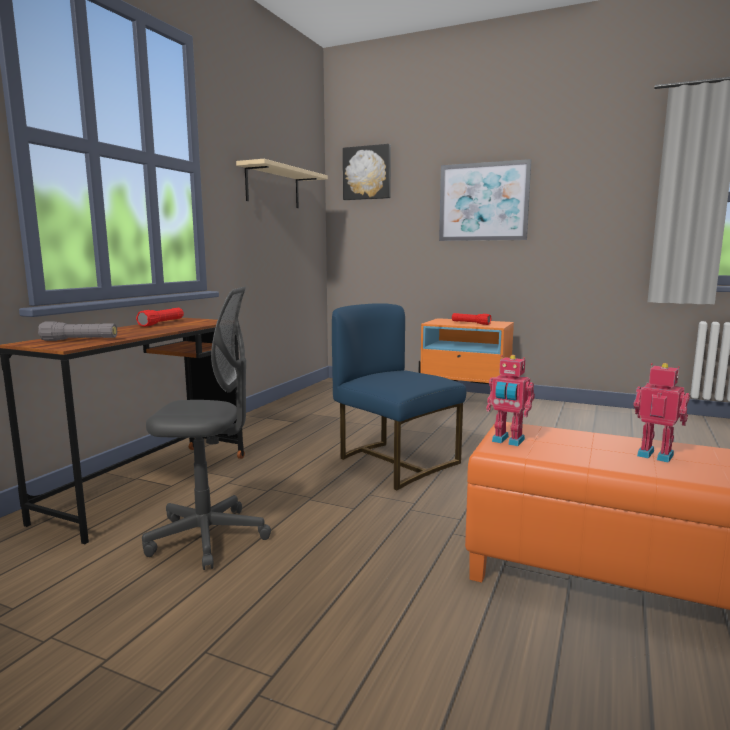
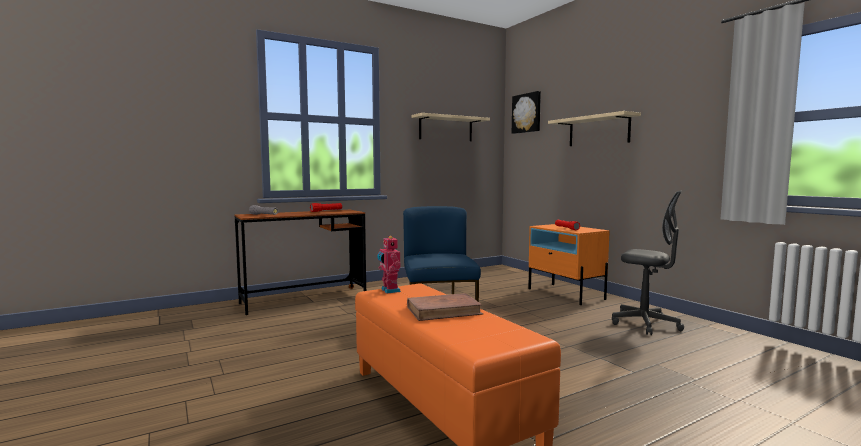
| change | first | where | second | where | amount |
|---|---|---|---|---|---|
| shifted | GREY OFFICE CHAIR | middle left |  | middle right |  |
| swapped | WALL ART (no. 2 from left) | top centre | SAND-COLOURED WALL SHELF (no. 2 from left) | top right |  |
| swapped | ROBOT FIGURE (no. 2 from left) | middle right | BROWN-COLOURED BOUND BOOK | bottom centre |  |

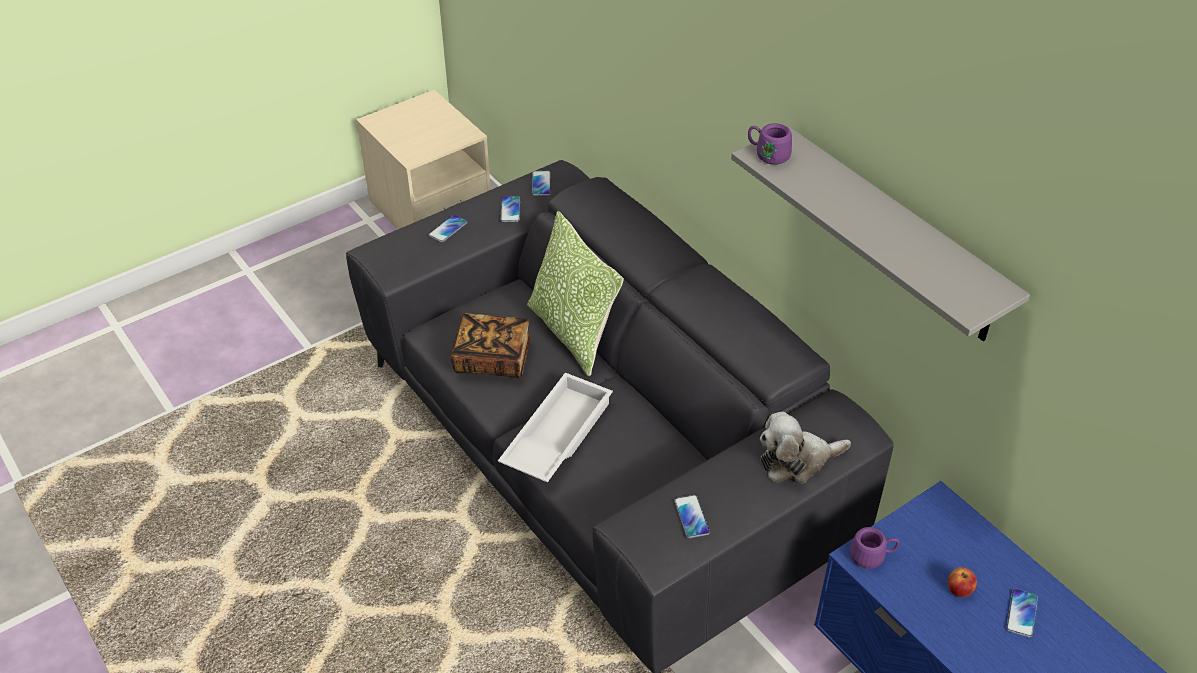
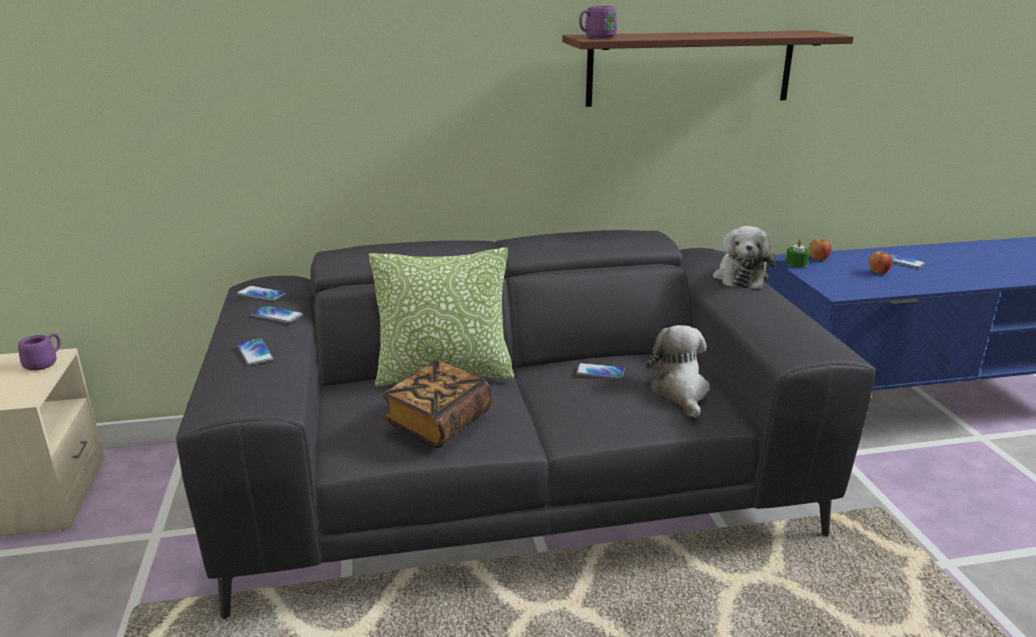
| change | first | where | second | where | amount |
|---|---|---|---|---|---|
| gone | WHITE SERVING TRAY | centre |  |  |  |
| shifted | PHONE (no. 4 from left) | bottom centre |  | centre |  |
| repainted | GREY WALL SHELF | middle right | BROWN-COLOURED WALL SHELF | top right |  |
| shifted | PURPLISH COFFEE MUG (no. 2 from left in the first image) | bottom right | PURPLISH COFFEE MUG (no. 1 from left) | middle left |  |
| new |  |  | CUDDLY TOY (no. 1 from left) | centre |  |
| new |  |  | GREEN CANDLE | middle right |  |
| new |  |  | APPLE FRUIT (no. 1 from left) | middle right |  |

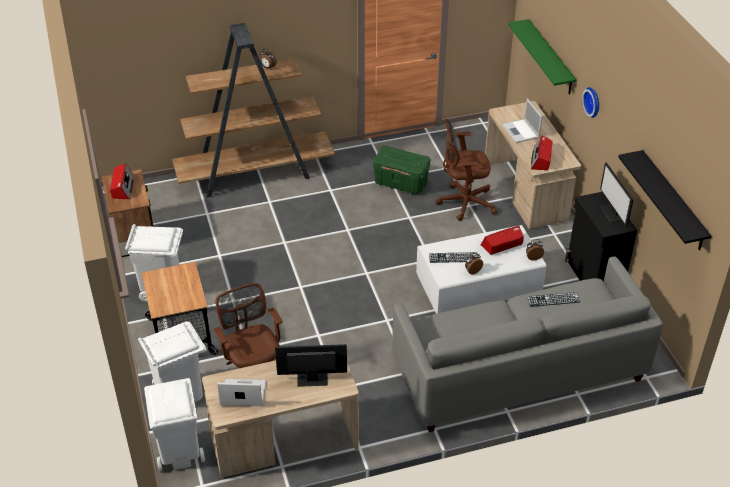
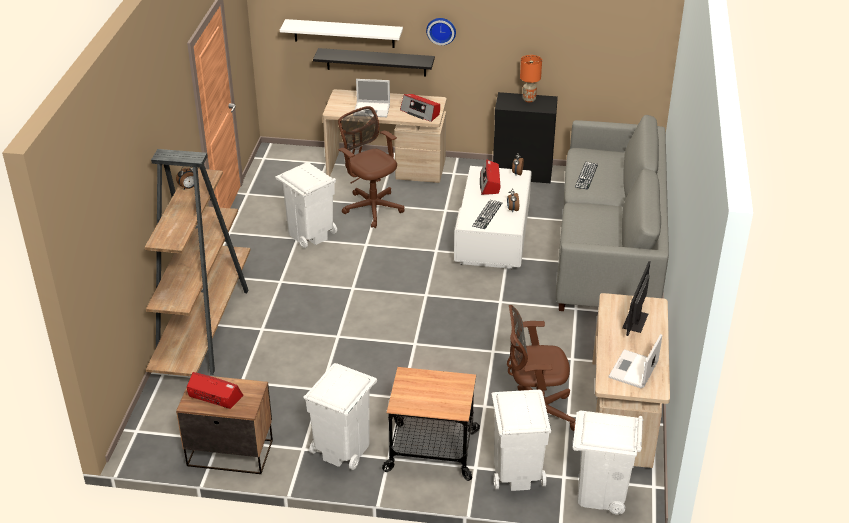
| change | first | where | second | where | amount |
|---|---|---|---|---|---|
| swapped | GREEN STORAGE CONTAINER | centre | WHITE TRASH CAN (no. 1 from left) | centre |  |
| rotated | BROWN-COLOURED OFFICE CHAIR (no. 2 from left in the first image) | centre | BROWN-COLOURED OFFICE CHAIR (no. 1 from left) | top centre | 120 degrees clockwise |
| repainted | GREEN WALL SHELF | top right | WHITE WALL SHELF | top centre |  |
| swapped | COMPUTER SCREEN (no. 2 from left) | middle right | ORANGE LAMP FOR A TABLE | top centre |  |
| shifted | BLACKISH WALL SHELF | middle right |  | top centre |  |

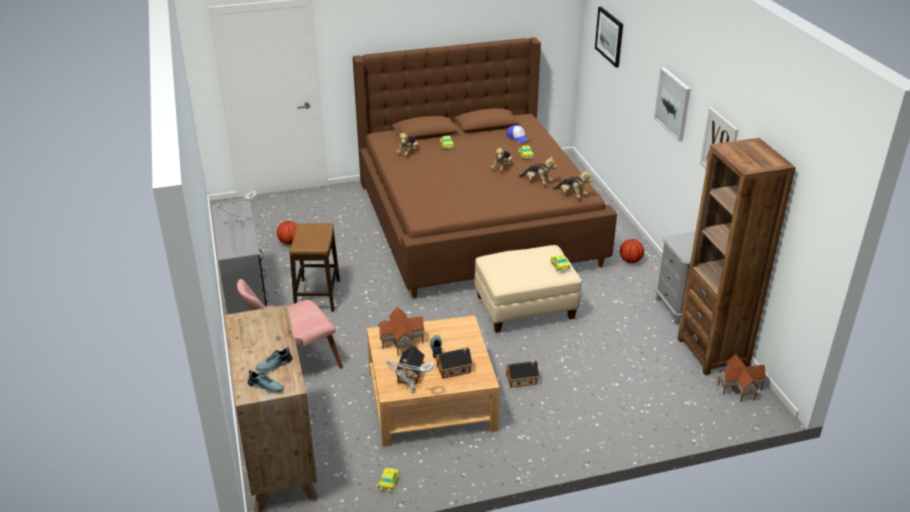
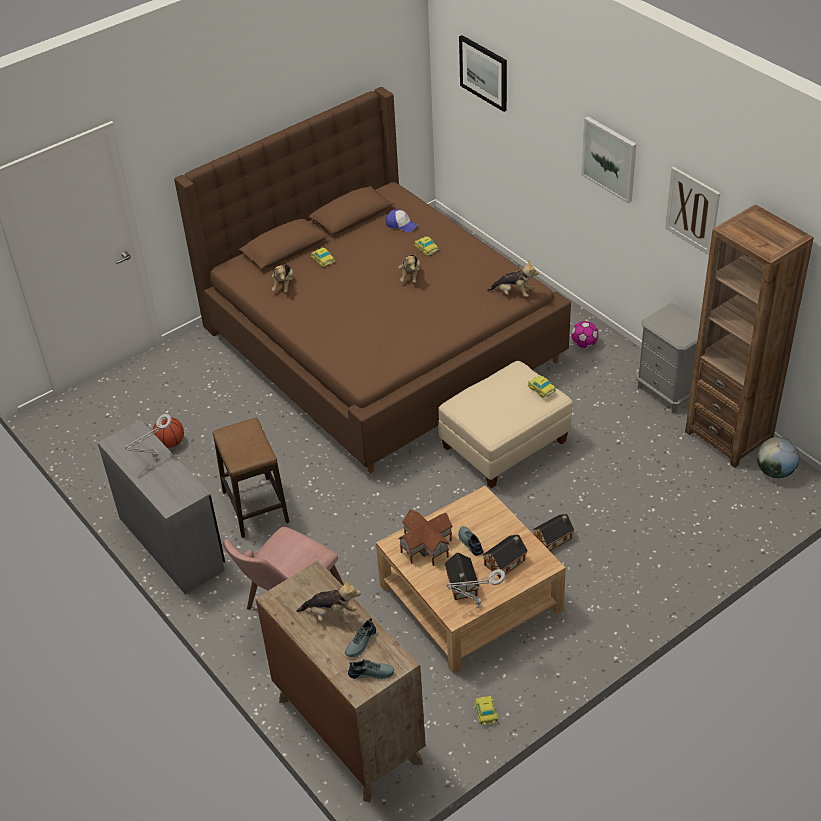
| change | first | where | second | where | amount |
|---|---|---|---|---|---|
| shifted | CUDDLY TOY (no. 3 from left in the first image) | top centre | CUDDLY TOY (no. 2 from left) | bottom centre |  |
| swapped | BALL FOR BASKETBALL (no. 2 from left) | middle right | FOOTBALL | middle right |  |
| swapped | TOY HOUSE (no. 5 from left) | bottom right | DESK GLOBE | middle right |  |

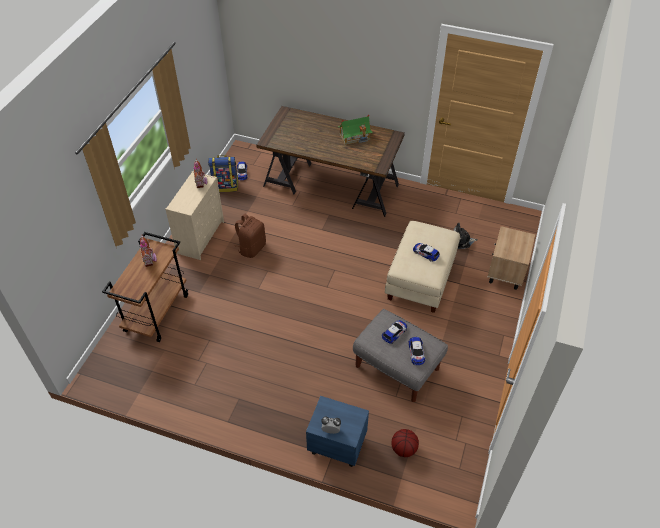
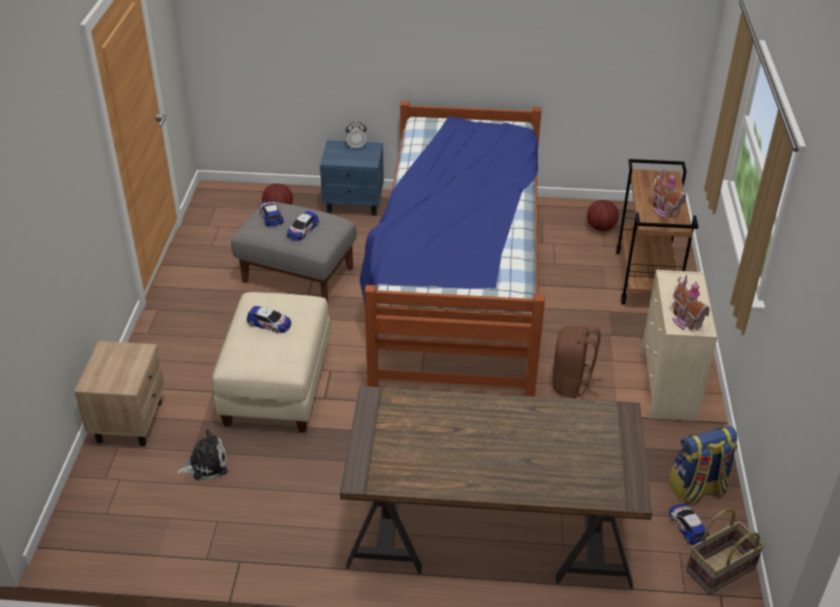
| change | first | where | second | where | amount |
|---|---|---|---|---|---|
| gone | TOY HOUSE (no. 3 from left) | top centre |  |  |  |
| new |  |  | BEDROOM BED | centre |  |
| new |  |  | BALL FOR BASKETBALL (no. 2 from left) | middle right |  |
| new |  |  | BASKET | bottom right |  |

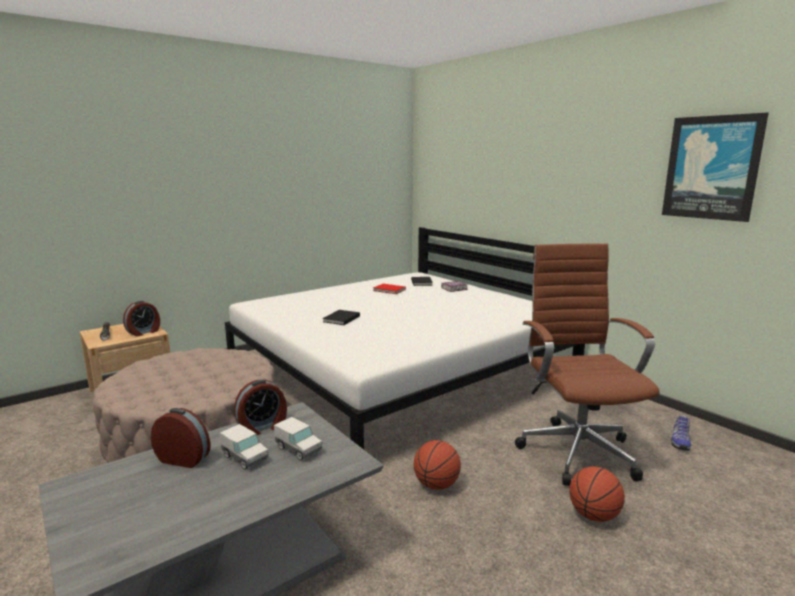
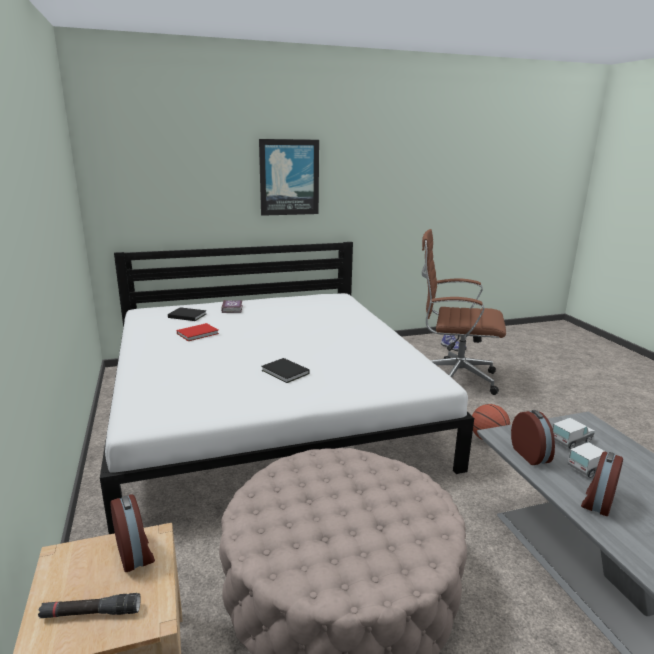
| change | first | where | second | where | amount |
|---|---|---|---|---|---|
| gone | BALL FOR BASKETBALL (no. 2 from left) | bottom right |  |  |  |
| shifted | WALL ART | top right |  | top centre |  |

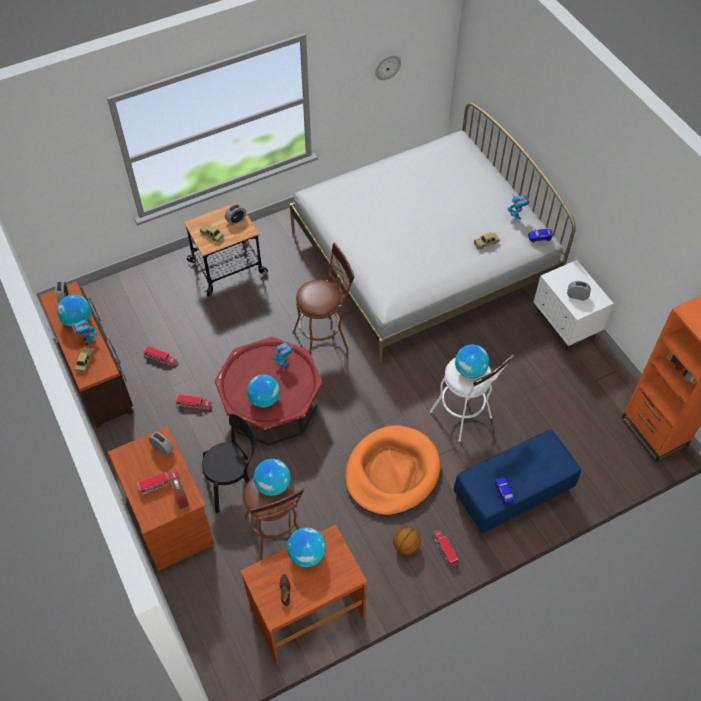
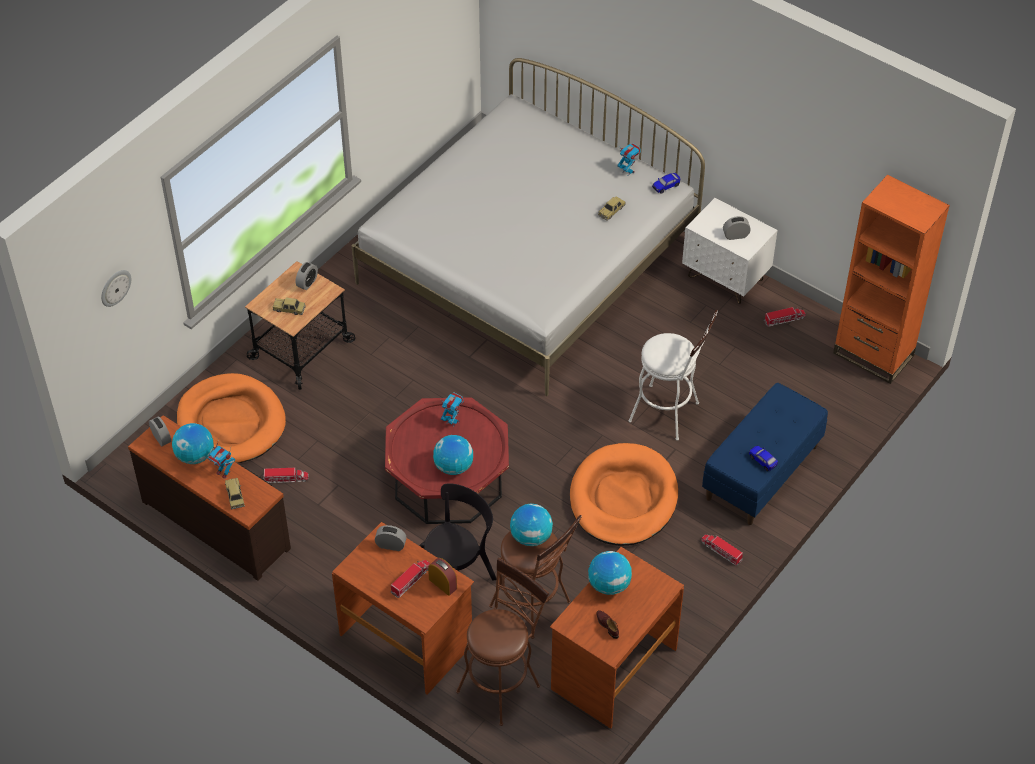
| change | first | where | second | where | amount |
|---|---|---|---|---|---|
| shifted | MODEL TRUCK (no. 3 from left in the first image) | middle left | MODEL TRUCK (no. 4 from left) | middle right |  |
| shifted | BROWN-COLOURED SITTING STOOL (no. 2 from left in the first image) | centre | BROWN-COLOURED SITTING STOOL (no. 1 from left) | bottom centre |  |
| shifted | HANGING CLOCK | top centre |  | middle left |  |
| gone | BALL FOR BASKETBALL | bottom centre |  |  |  |
| gone | DESK GLOBE (no. 5 from left) | middle right |  |  |  |
| new |  |  | ORANGE DOG CUSHION (no. 1 from left) | middle left |  |

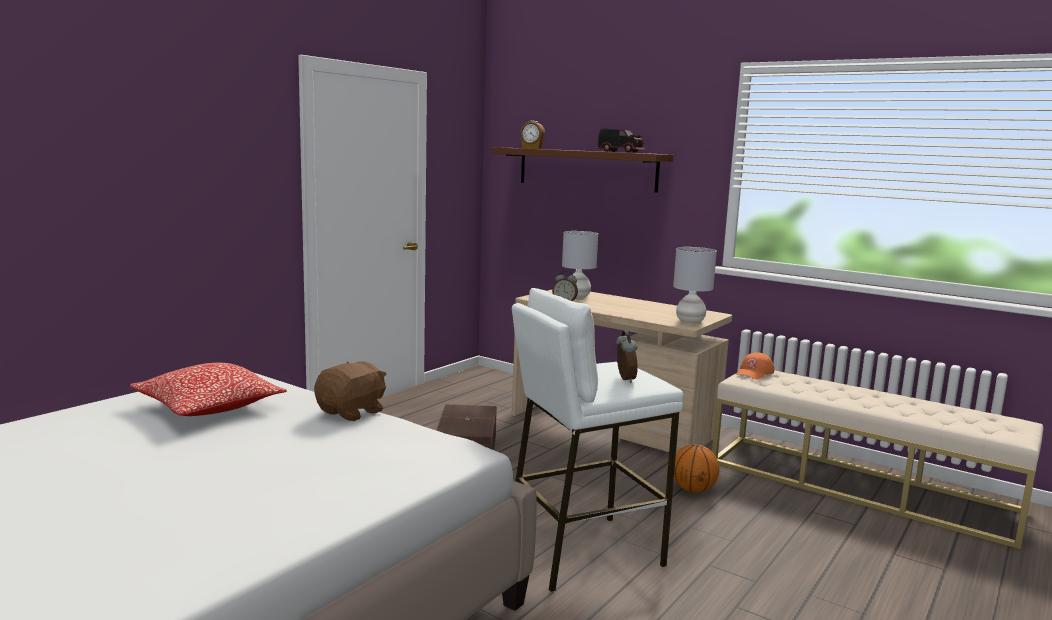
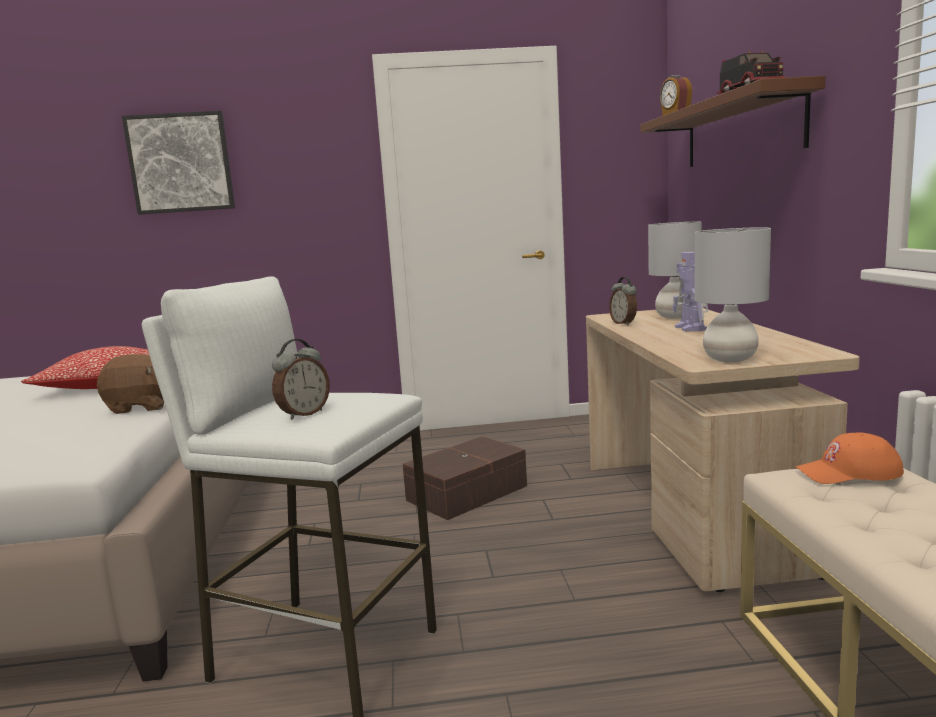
| change | first | where | second | where | amount |
|---|---|---|---|---|---|
| gone | BALL FOR BASKETBALL | bottom centre |  |  |  |
| new |  |  | WALL ART | top left |  |
| new |  |  | ROBOT FIGURE | middle right |  |

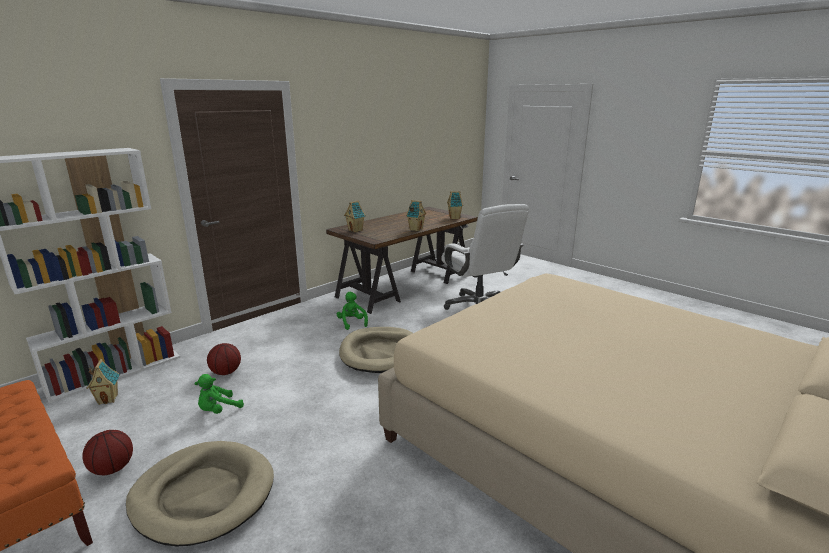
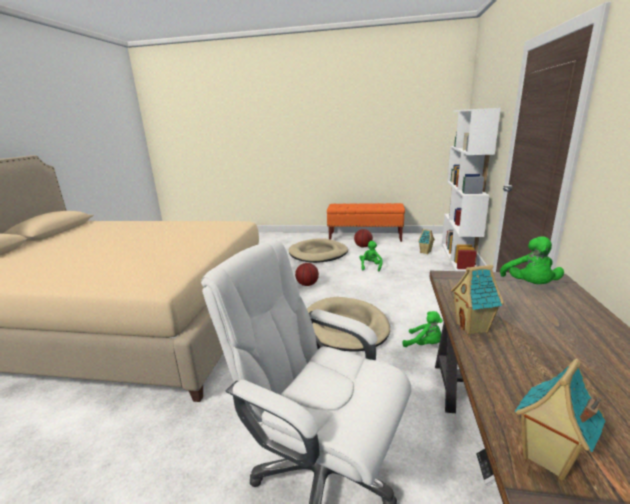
| change | first | where | second | where | amount |
|---|---|---|---|---|---|
| shifted | BALL FOR BASKETBALL (no. 2 from left in the first image) | middle left | BALL FOR BASKETBALL (no. 1 from left) | centre |  |
| swapped | TOY HOUSE (no. 2 from left) | centre | GREEN CUDDLY TOY (no. 3 from left) | middle right |  |

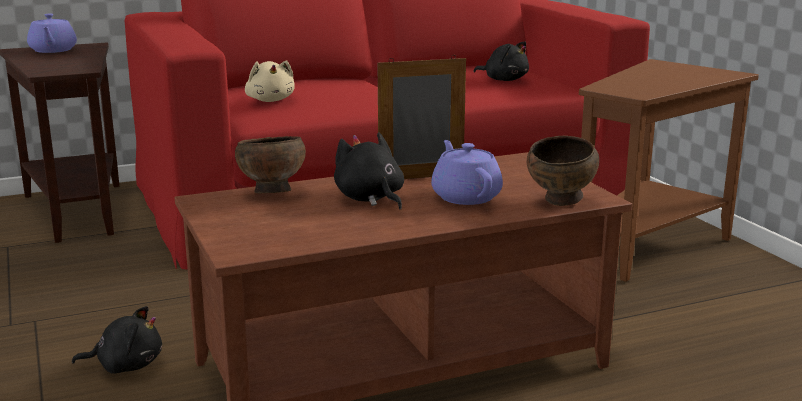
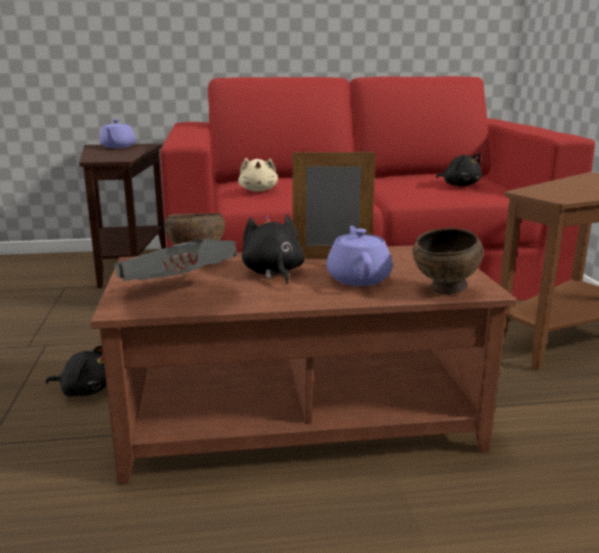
| change | first | where | second | where | amount |
|---|---|---|---|---|---|
| new |  |  | PRINTED PAPER | middle left |  |

